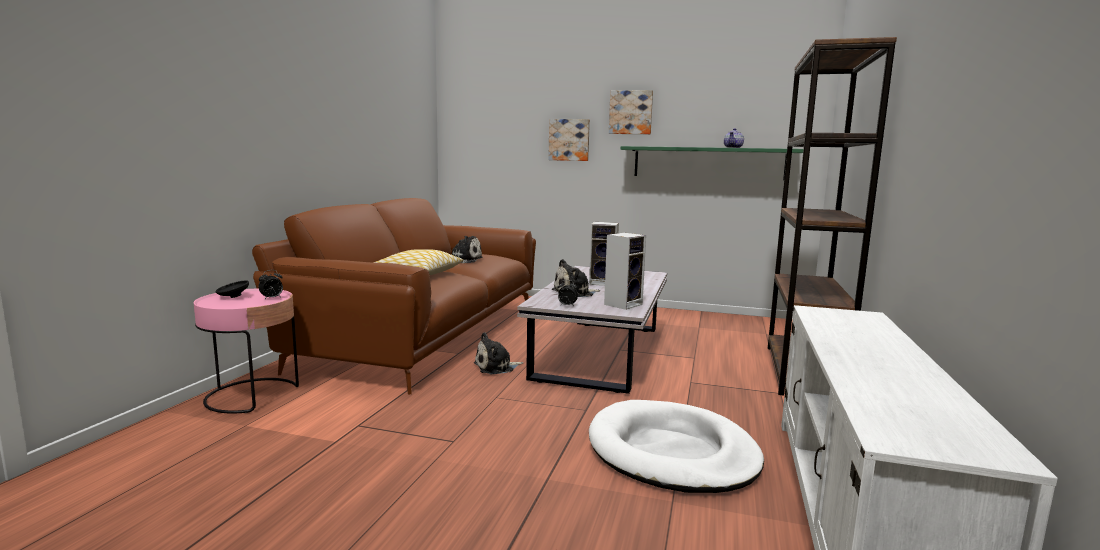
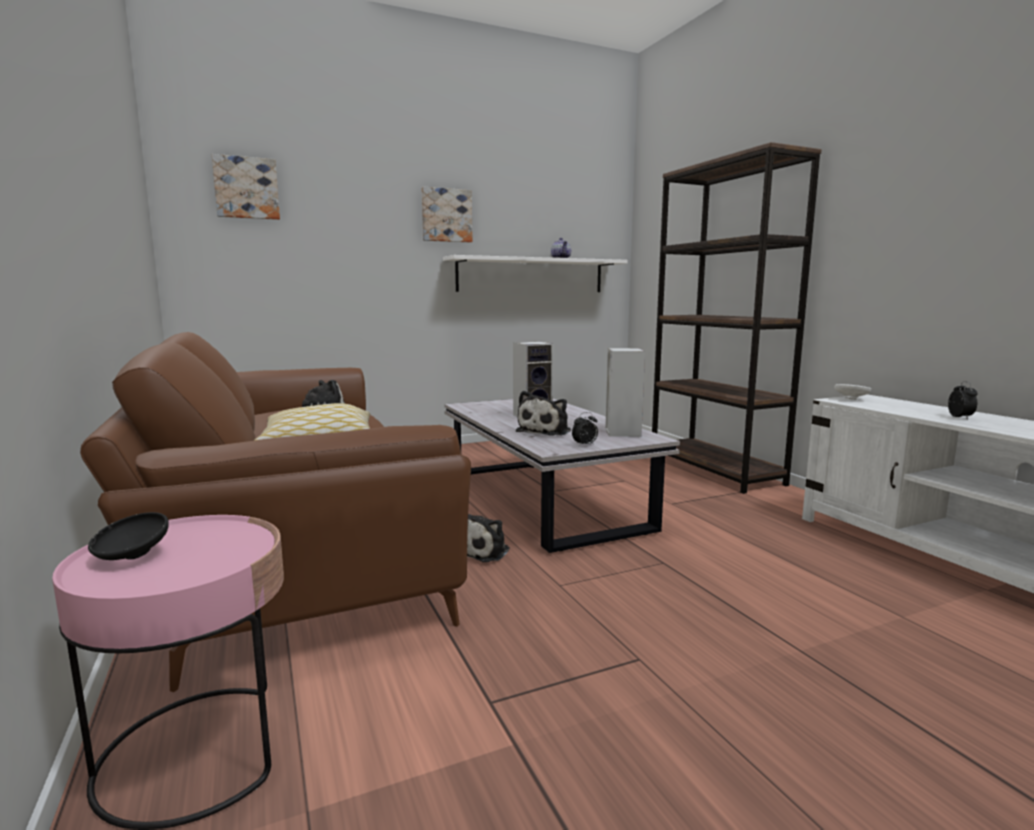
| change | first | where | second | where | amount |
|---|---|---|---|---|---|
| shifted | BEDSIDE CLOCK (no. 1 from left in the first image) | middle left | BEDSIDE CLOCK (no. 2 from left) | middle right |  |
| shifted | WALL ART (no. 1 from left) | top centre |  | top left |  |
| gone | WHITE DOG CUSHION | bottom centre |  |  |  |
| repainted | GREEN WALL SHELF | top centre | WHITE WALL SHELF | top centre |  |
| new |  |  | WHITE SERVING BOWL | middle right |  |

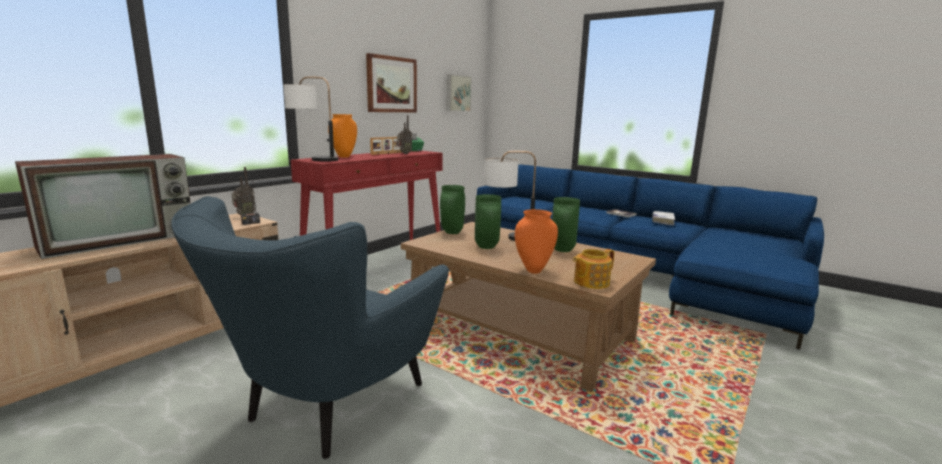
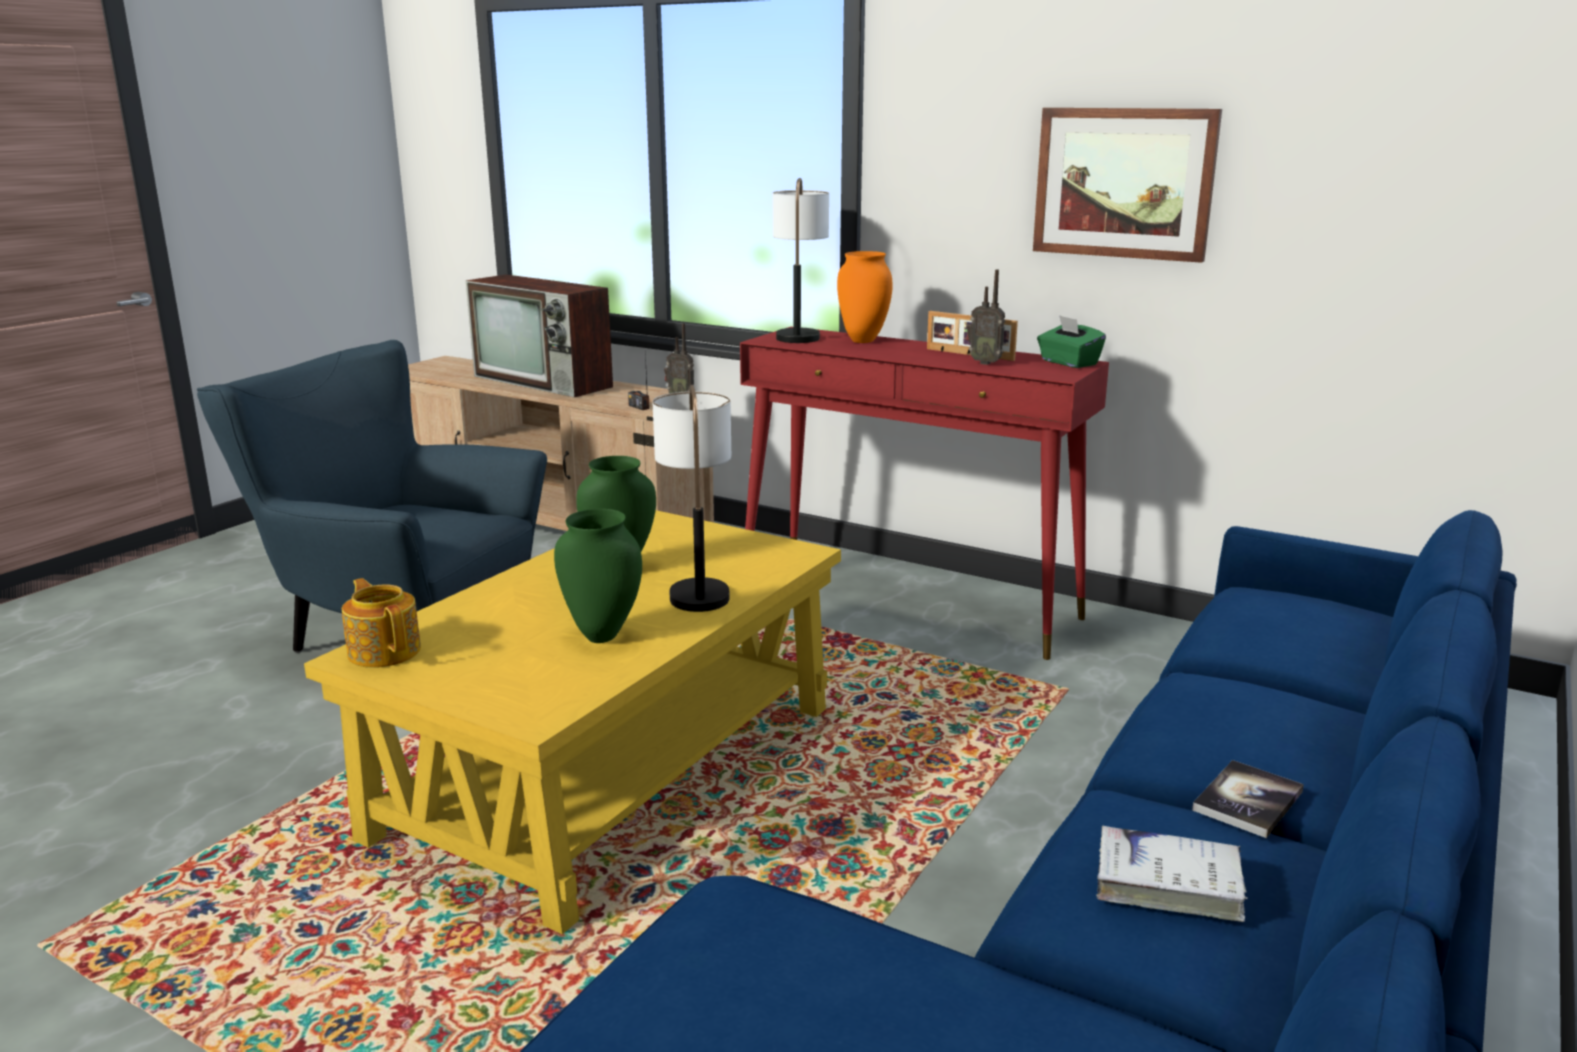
| change | first | where | second | where | amount |
|---|---|---|---|---|---|
| repainted | BROWN-COLOURED COFFEE TABLE | centre | YELLOWISH COFFEE TABLE | bottom centre |  |
| gone | GREEN DECORATIVE VASE (no. 1 from left) | centre |  |  |  |
| gone | WALL ART (no. 2 from left) | top centre |  |  |  |
| gone | ORANGE DECORATIVE VASE (no. 2 from left) | centre |  |  |  |

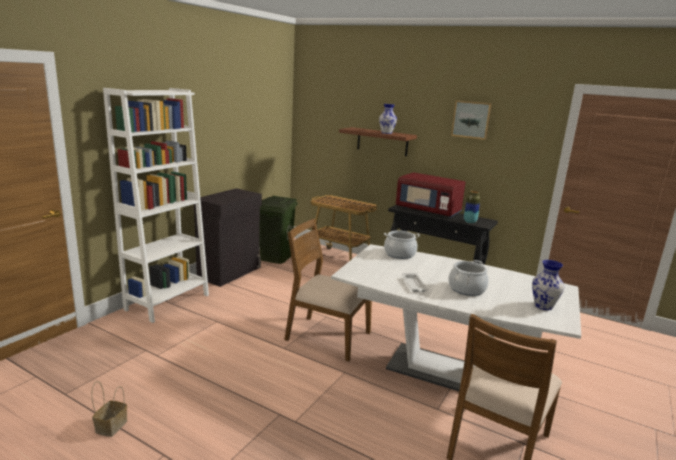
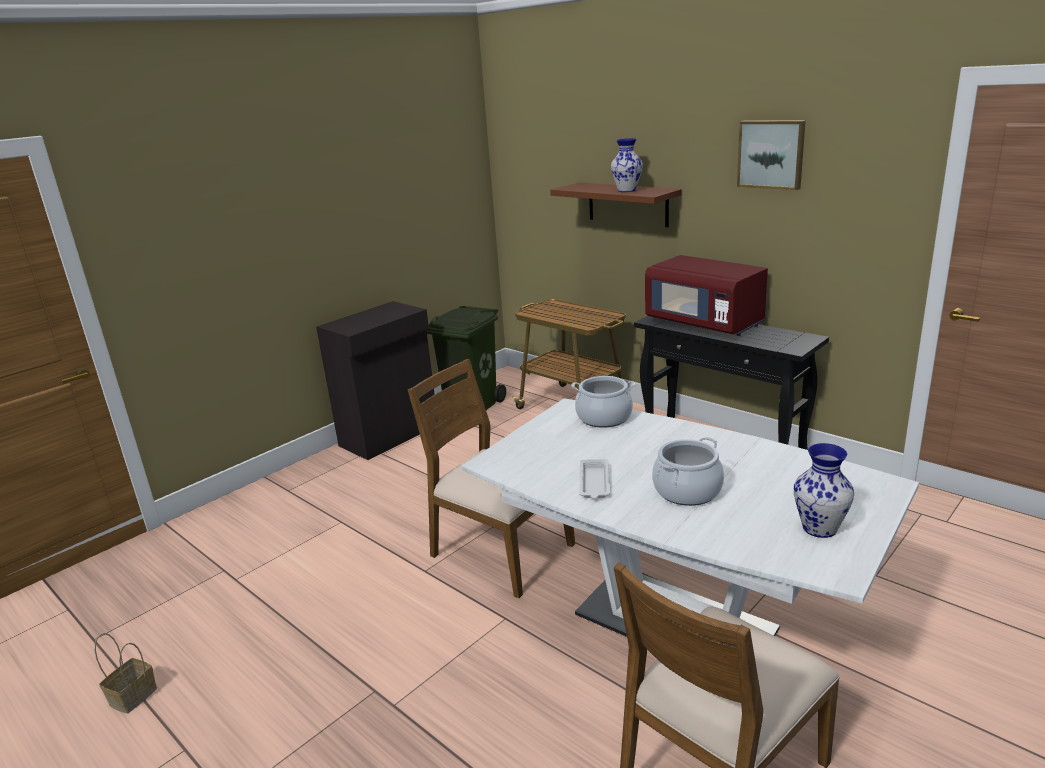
| change | first | where | second | where | amount |
|---|---|---|---|---|---|
| gone | WHITE BOOKCASE | middle left |  |  |  |
| gone | DECORATIVE VASE (no. 2 from left) | middle right |  |  |  |

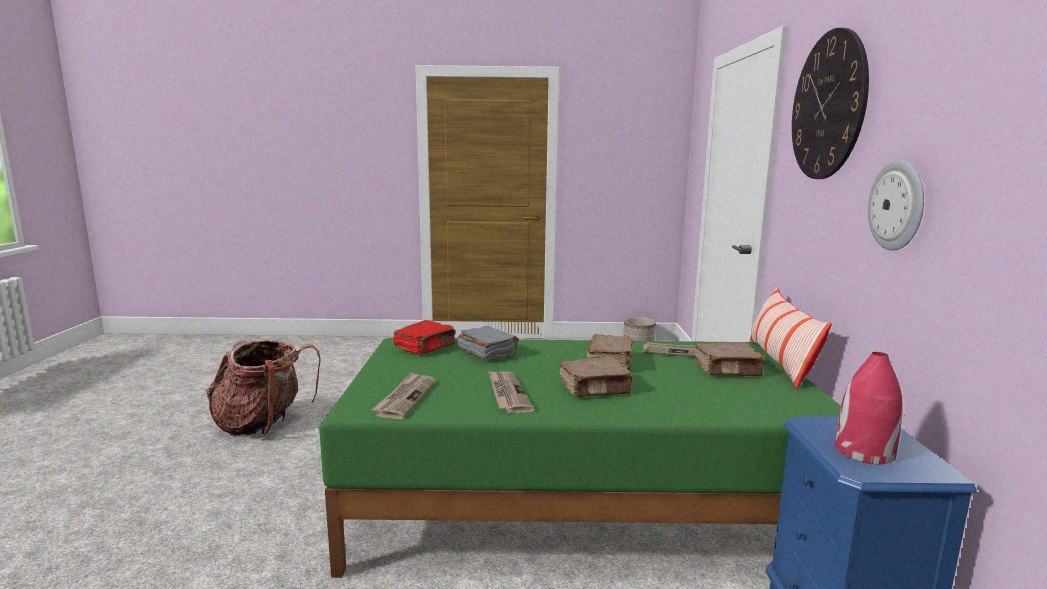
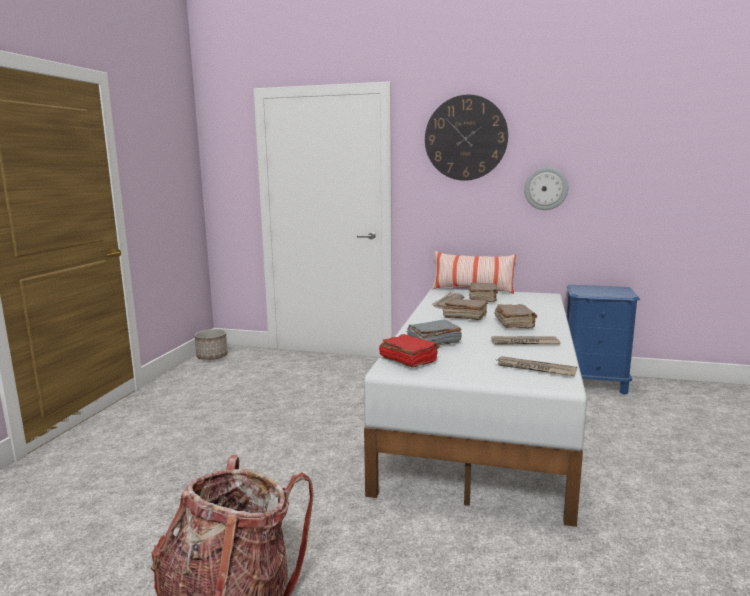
| change | first | where | second | where | amount |
|---|---|---|---|---|---|
| repainted | GREEN BEDROOM BED | bottom centre | WHITE BEDROOM BED | bottom centre |  |
| gone | RED DECORATIVE VASE | bottom right |  |  |  |

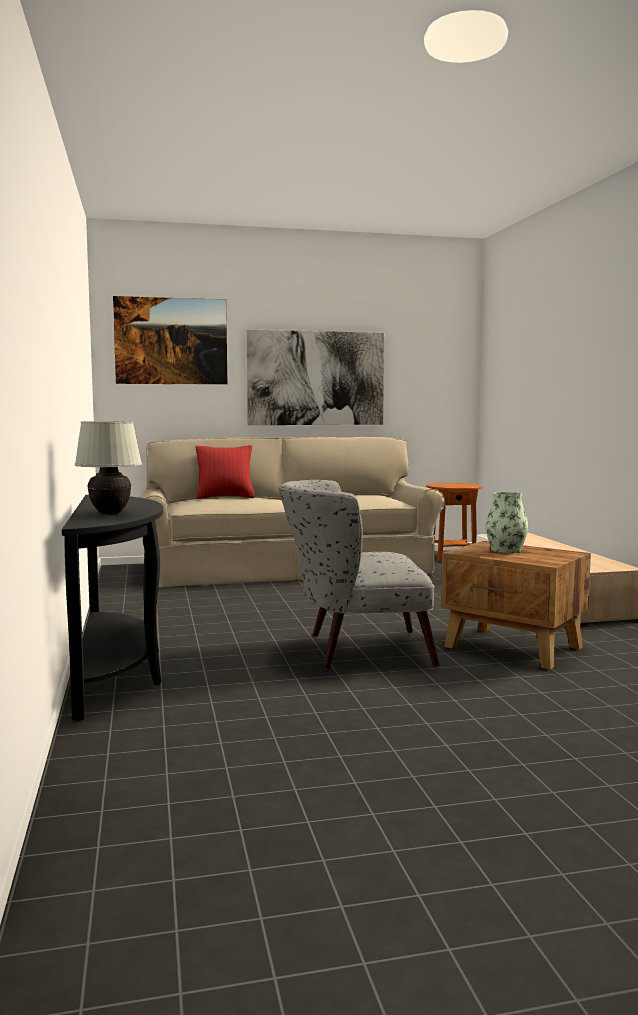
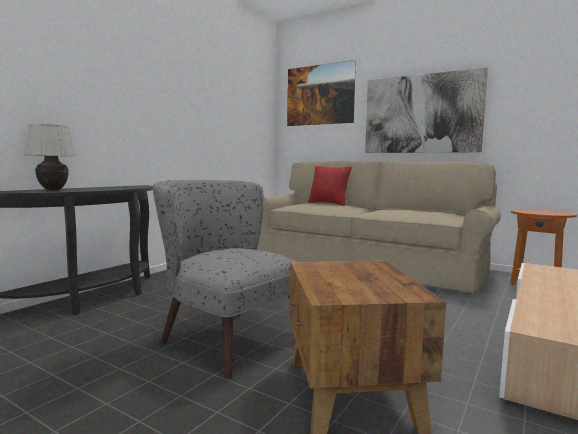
| change | first | where | second | where | amount |
|---|---|---|---|---|---|
| gone | DECORATIVE VASE | middle right |  |  |  |

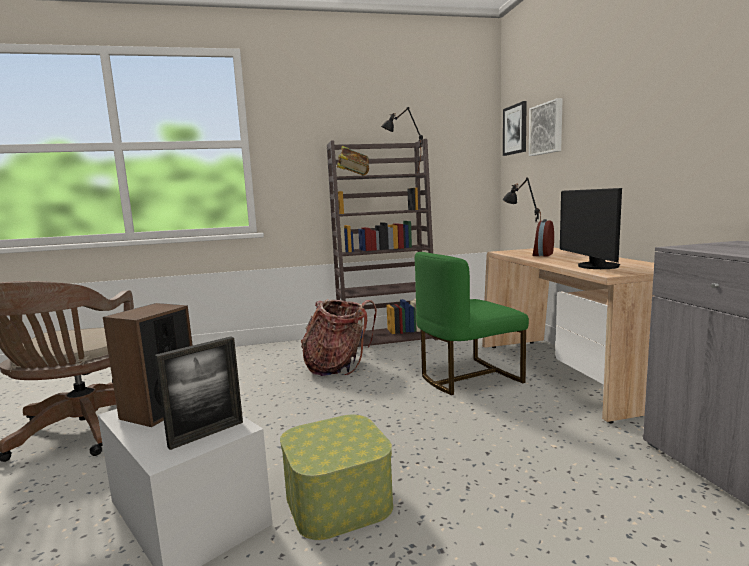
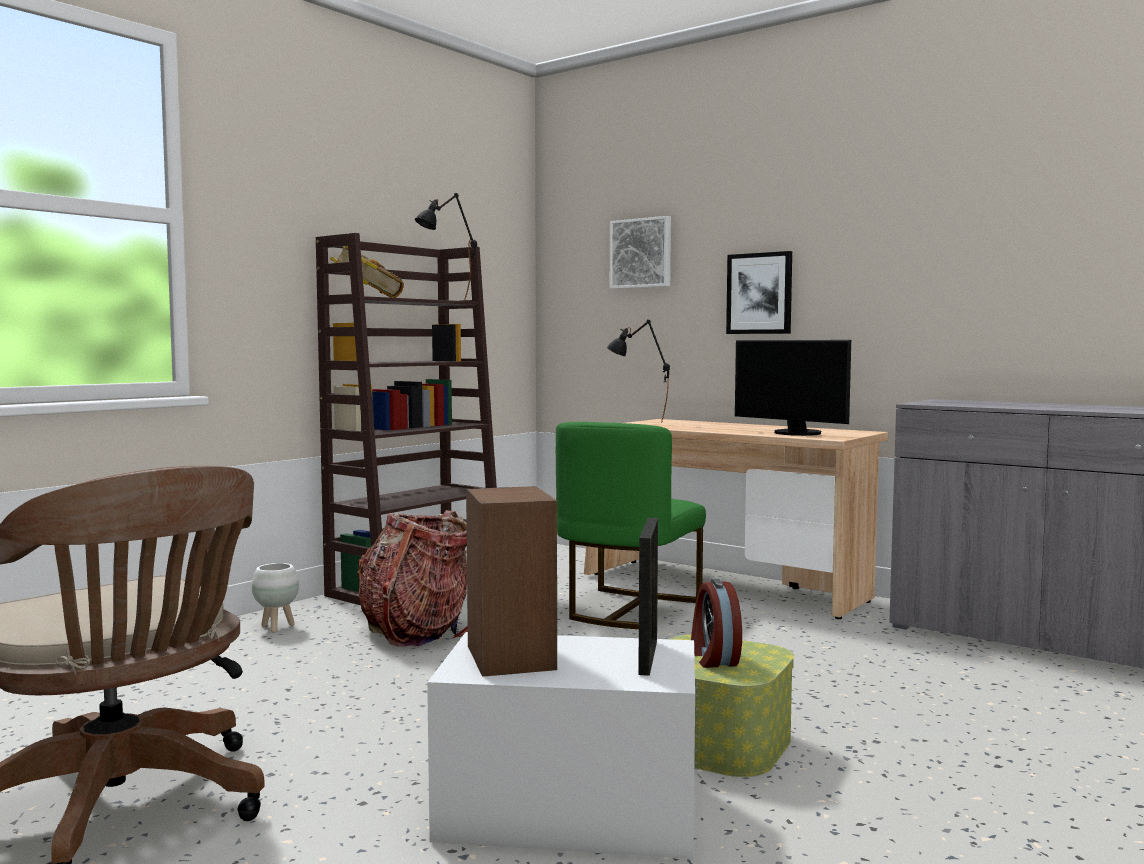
| change | first | where | second | where | amount |
|---|---|---|---|---|---|
| shifted | WALL ART (no. 1 from left in the first image) | top right | WALL ART (no. 2 from left) | centre |  |
| shifted | BEDSIDE CLOCK | middle right |  | bottom centre |  |
| new |  |  | WHITE PLANT POT | bottom left |  |

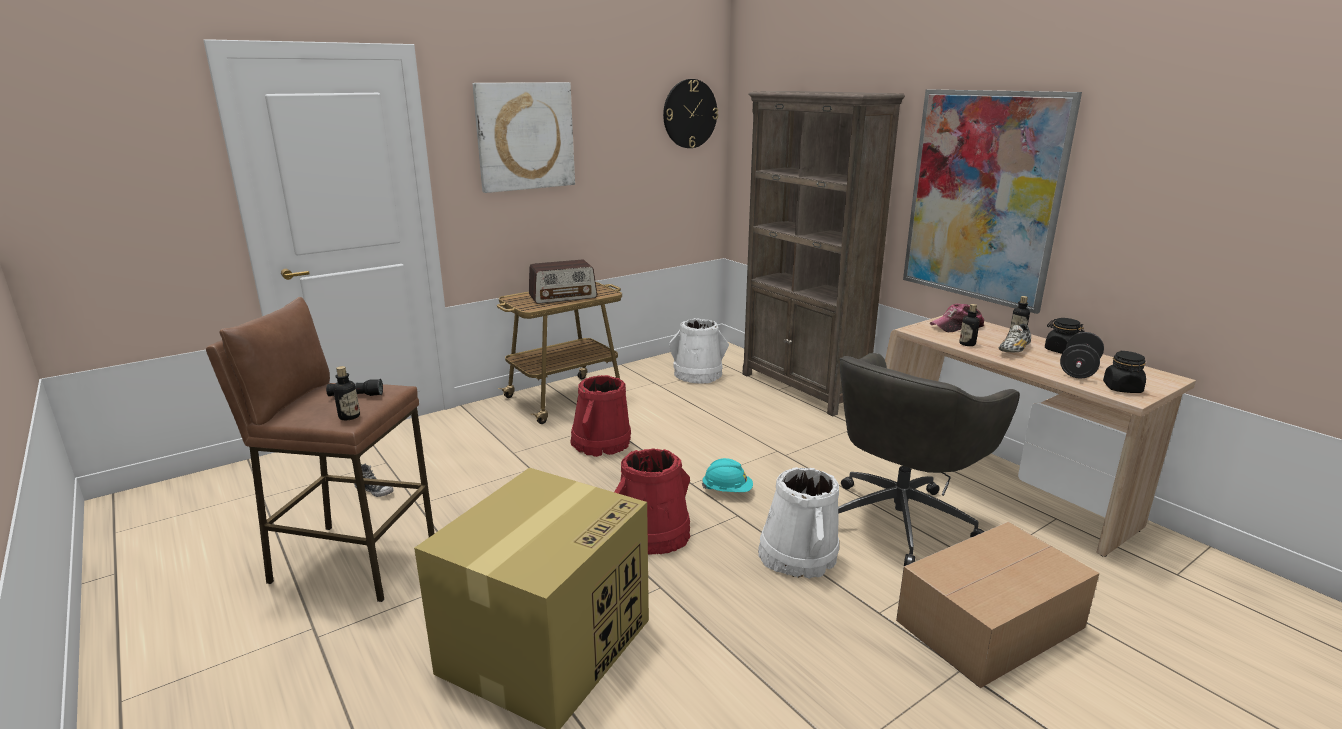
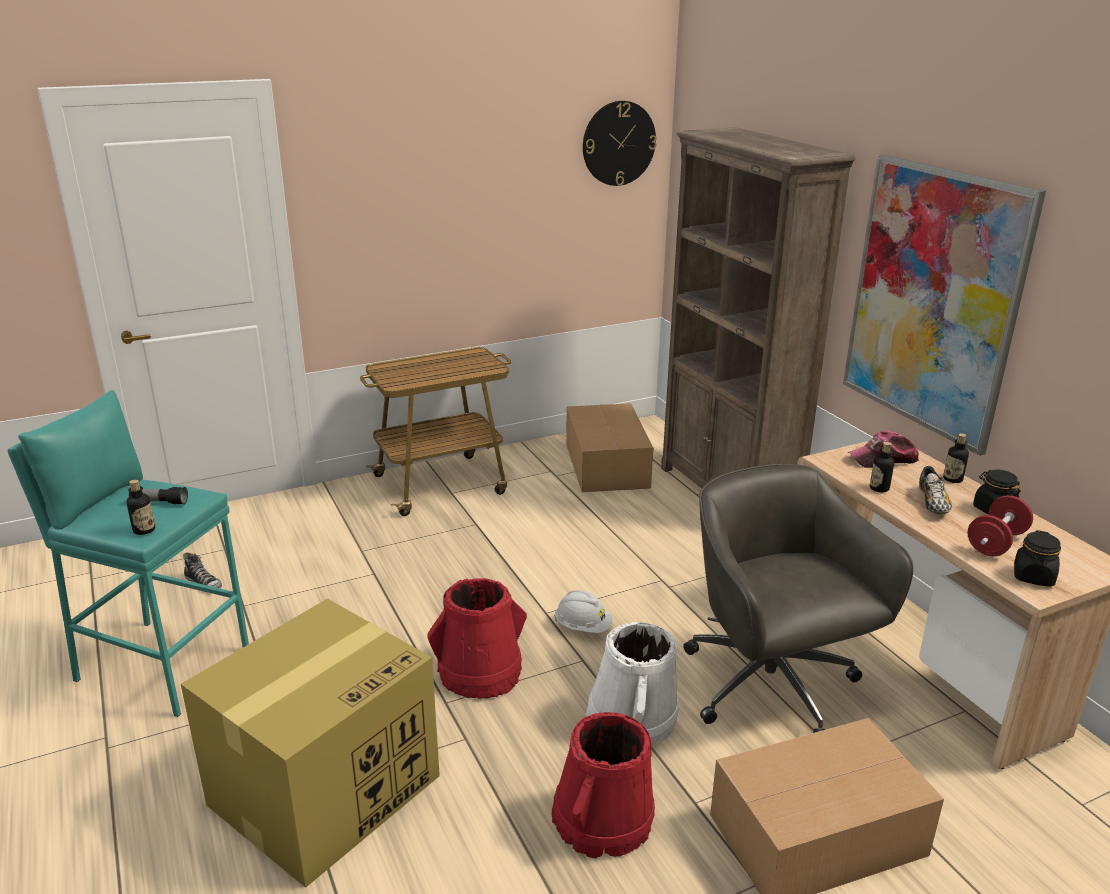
| change | first | where | second | where | amount |
|---|---|---|---|---|---|
| repainted | BROWN-COLOURED SITTING STOOL | middle left | BLUE-GREEN SITTING STOOL | middle left |  |
| gone | WALL ART (no. 1 from left) | top centre |  |  |  |
| gone | RADIO | centre |  |  |  |
| shifted | RED BUCKET (no. 1 from left in the first image) | centre | RED BUCKET (no. 2 from left) | bottom centre |  |
| swapped | WHITE BUCKET (no. 1 from left) | centre | PACKING BOX (no. 2 from left) | centre |  |
| repainted | BLUE-GREEN WORK HELMET | centre | WHITE WORK HELMET | bottom centre |  |
| rotated | GREY OFFICE CHAIR | middle right |  | bottom right | 105 degrees clockwise |
| rotated | SHOE (no. 2 from left) | middle right |  | middle right | 45 degrees counterclockwise |
| repainted | BLACKISH HAND WEIGHT | middle right | RED HAND WEIGHT | middle right |  |

